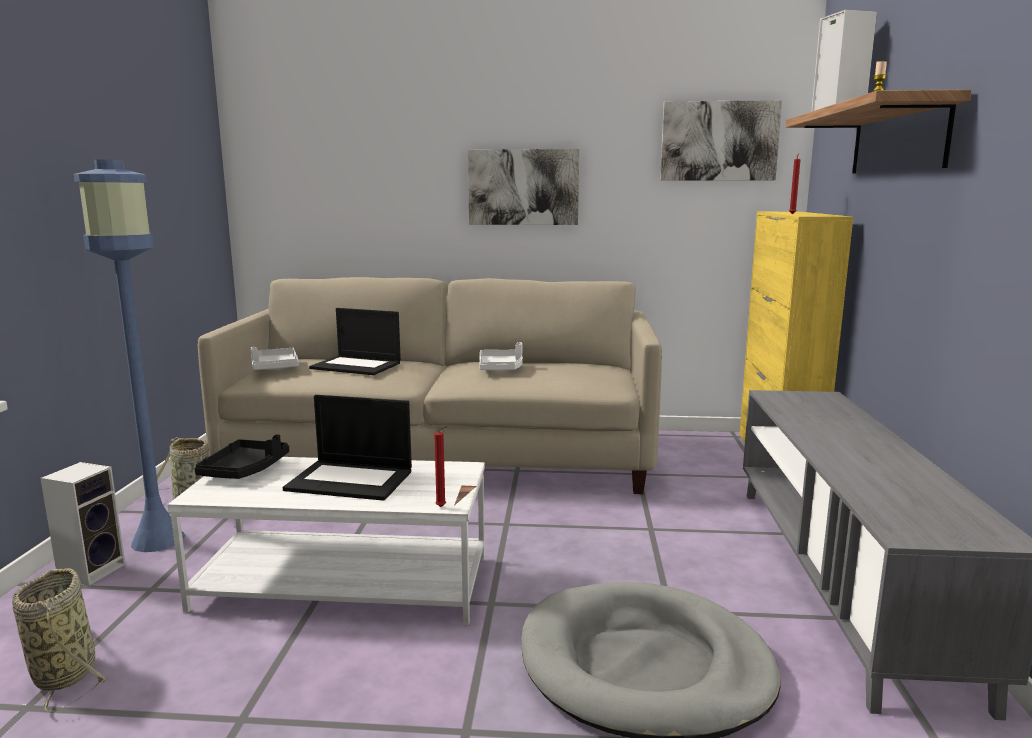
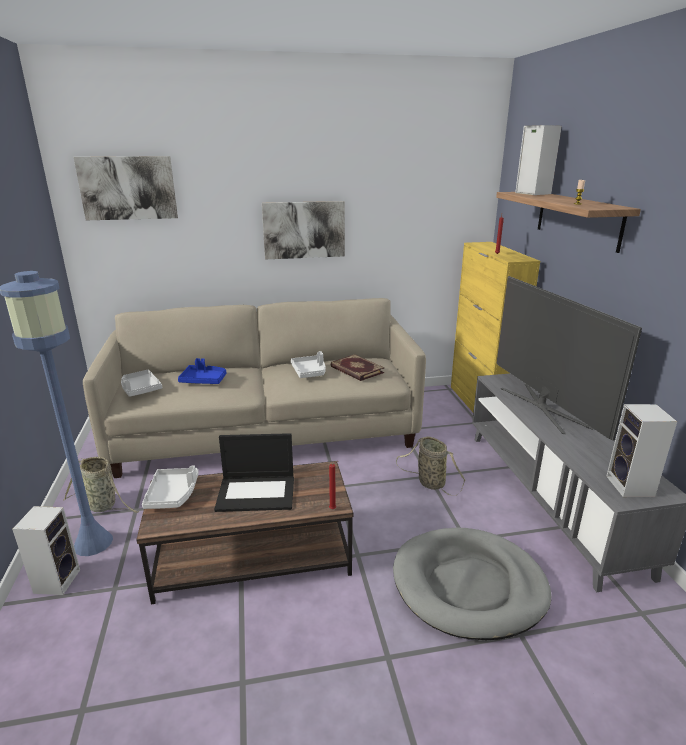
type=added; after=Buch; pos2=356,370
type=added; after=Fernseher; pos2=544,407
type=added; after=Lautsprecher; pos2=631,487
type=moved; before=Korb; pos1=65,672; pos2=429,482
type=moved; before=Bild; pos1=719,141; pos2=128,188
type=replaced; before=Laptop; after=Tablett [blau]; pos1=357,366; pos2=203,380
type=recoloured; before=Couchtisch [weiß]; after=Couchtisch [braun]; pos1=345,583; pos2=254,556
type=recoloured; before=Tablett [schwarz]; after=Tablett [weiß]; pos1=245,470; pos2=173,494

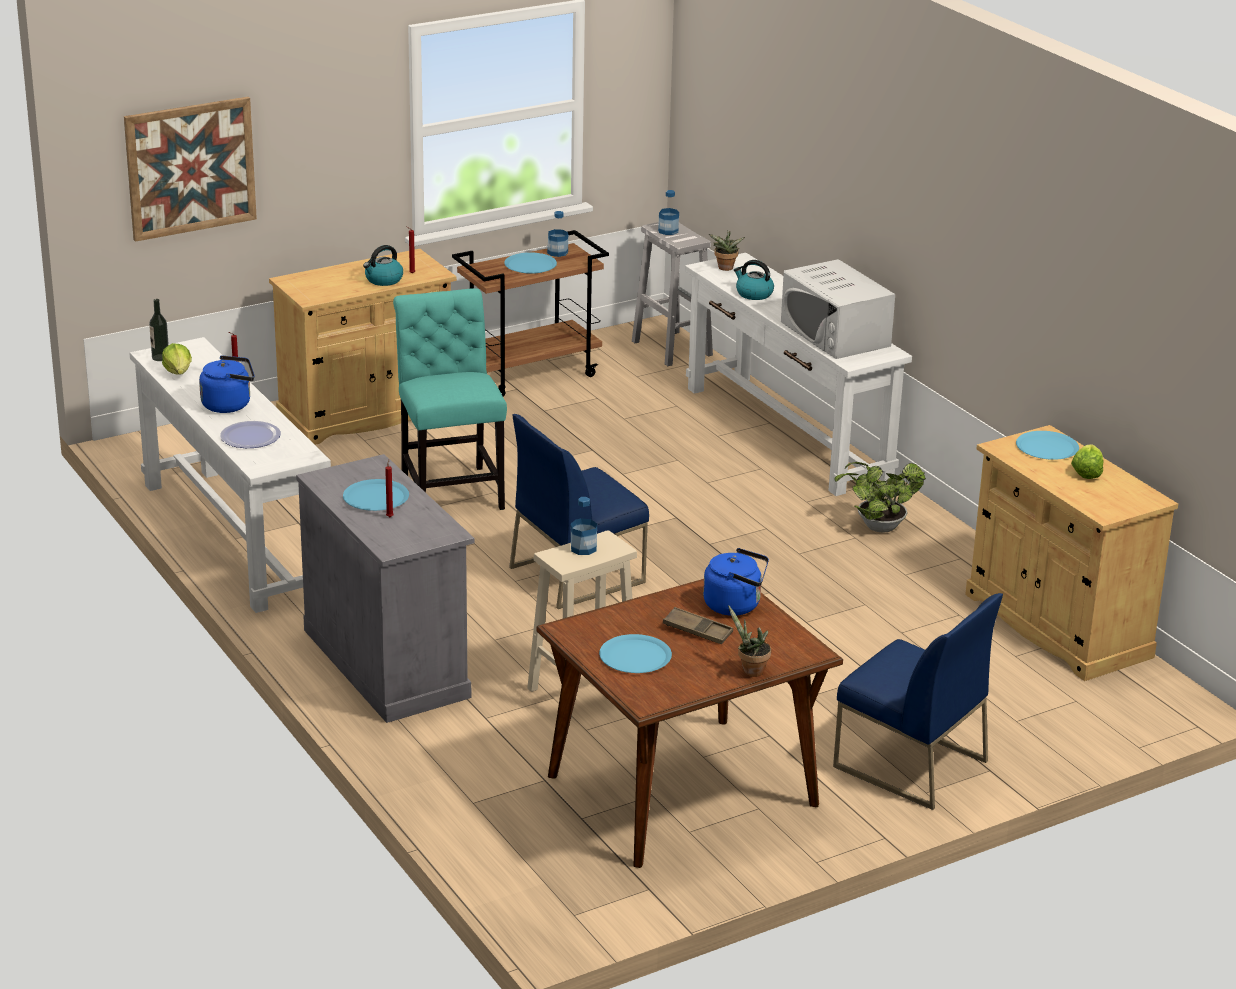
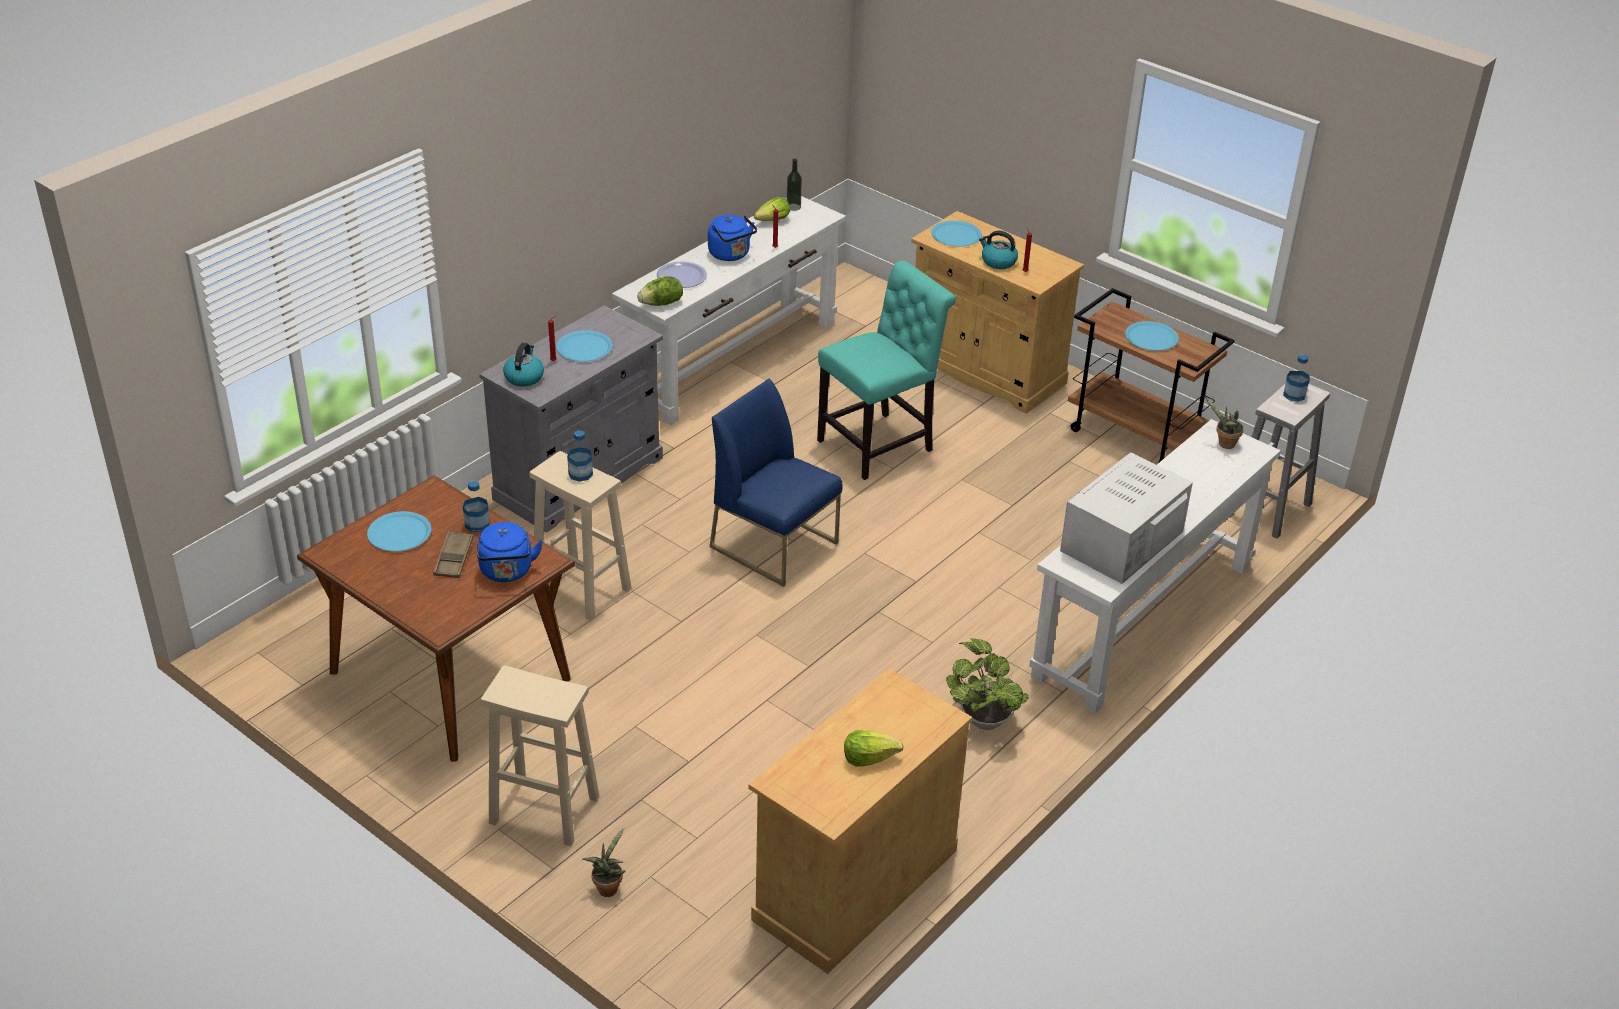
type=removed; before=Bild; pos1=190,168
type=added; after=Salatkopf; pos2=662,303
type=moved; before=Flasche; pos1=557,252; pos2=477,524
type=moved; before=Topfpflanze; pos1=750,670; pos2=608,887
type=moved; before=Wasserkessel; pos1=753,294; pos2=524,377
type=moved; before=Teller [blau]; pos1=1047,447; pos2=956,235
type=replaced; before=Stuhl [blau]; after=Hocker [beige]; pos1=908,764; pos2=542,810

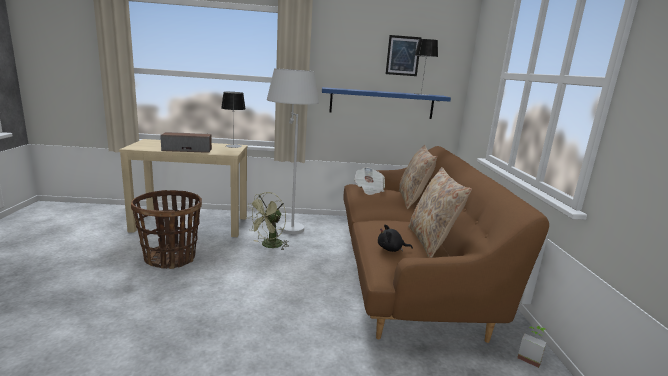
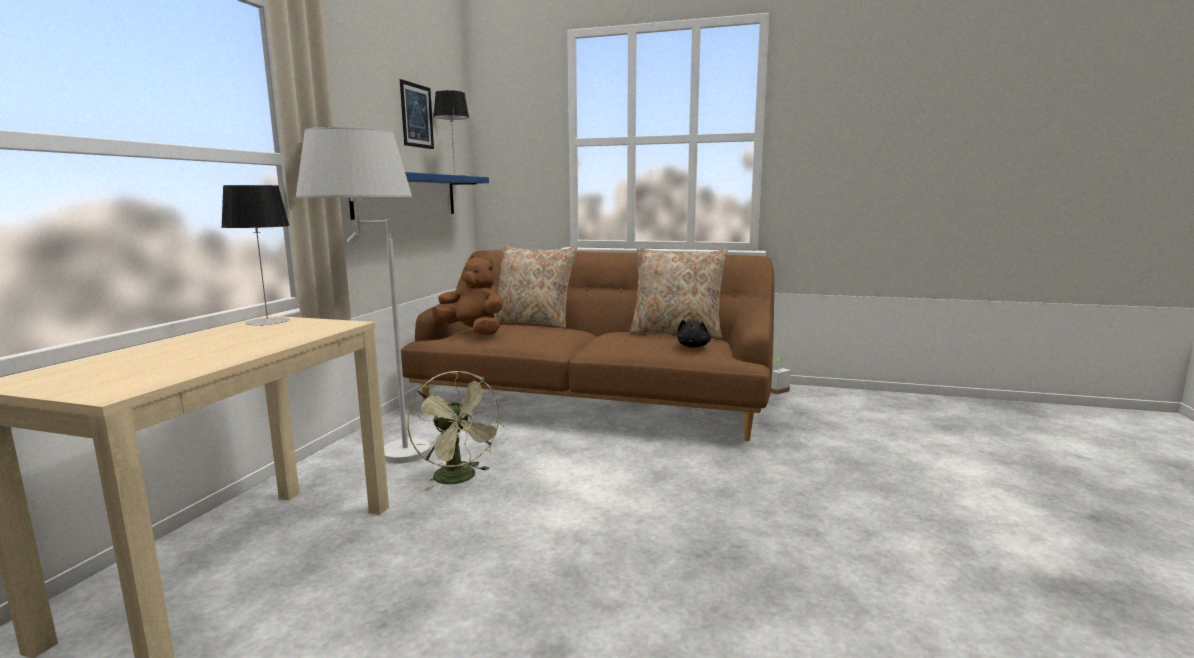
type=removed; before=Korb; pos1=170,258
type=removed; before=Lautsprecher; pos1=187,149
type=replaced; before=Zeitung; after=Plüschtier [braun]; pos1=369,189; pos2=473,332

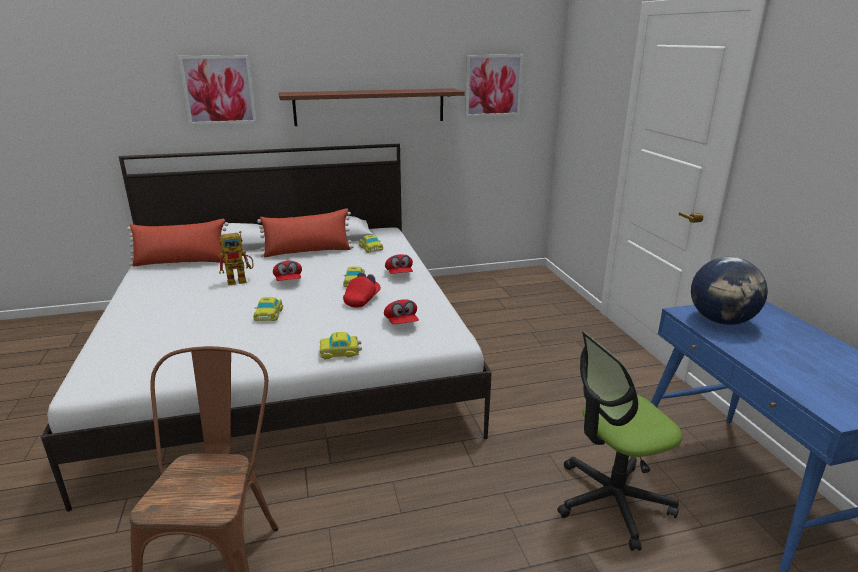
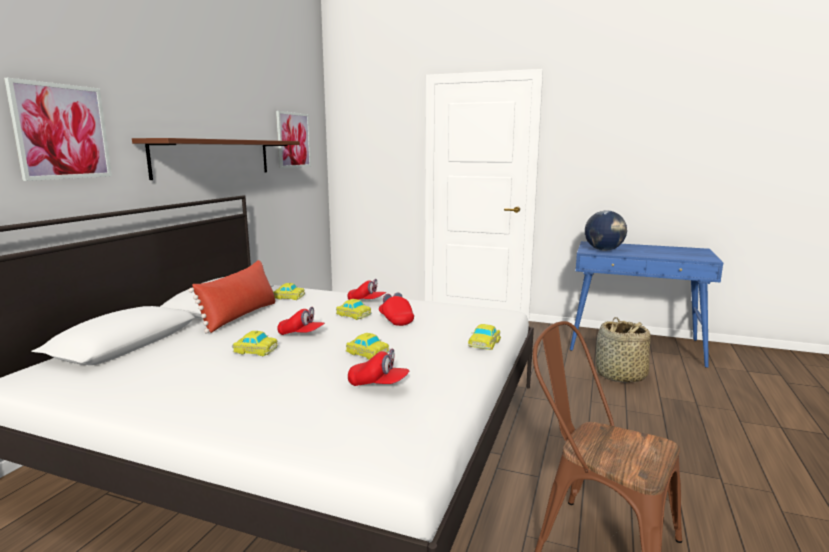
type=removed; before=Kissen [rot]; pos1=181,262
type=moved; before=Kappe [rot]; pos1=401,323; pos2=378,384
type=replaced; before=Spielzeugroboter; after=Spielzeugauto; pos1=241,280; pos2=255,350
type=replaced; before=Bürostuhl; after=Korb; pos1=611,501; pos2=620,375

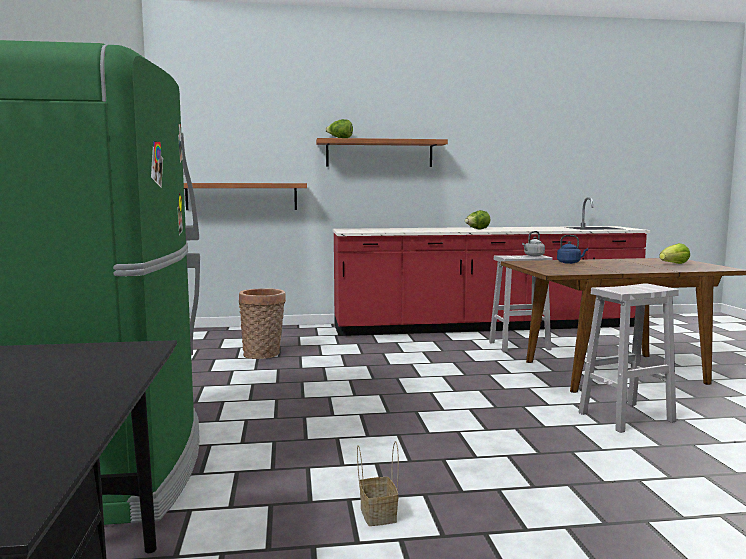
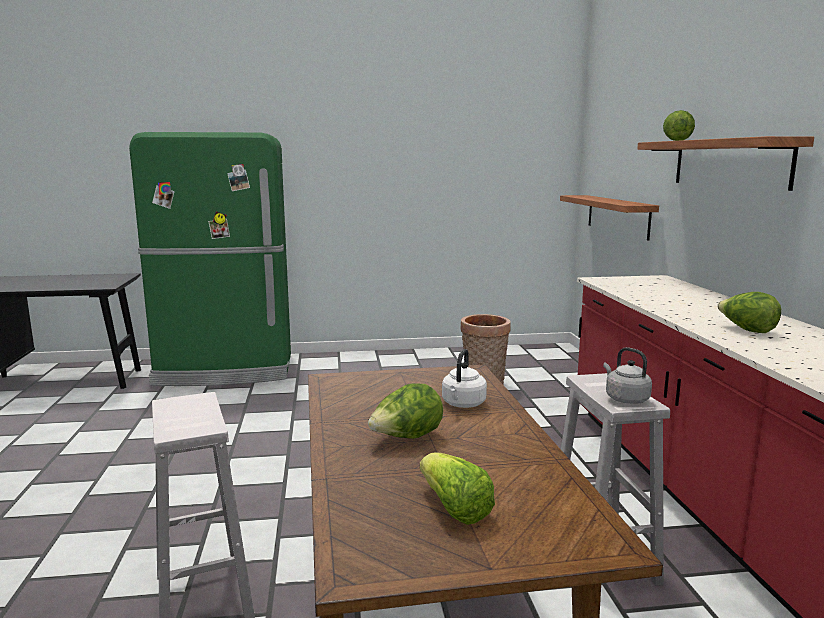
type=removed; before=Korb; pos1=377,514
type=added; after=Salatkopf; pos2=406,438
type=recoloured; before=Wasserkessel [blau]; after=Wasserkessel [weiß]; pos1=570,263; pos2=463,404

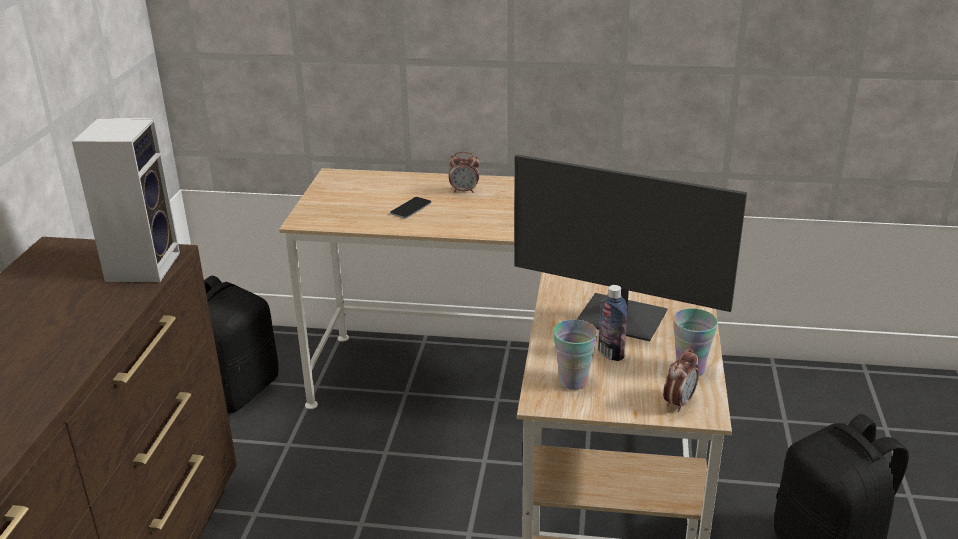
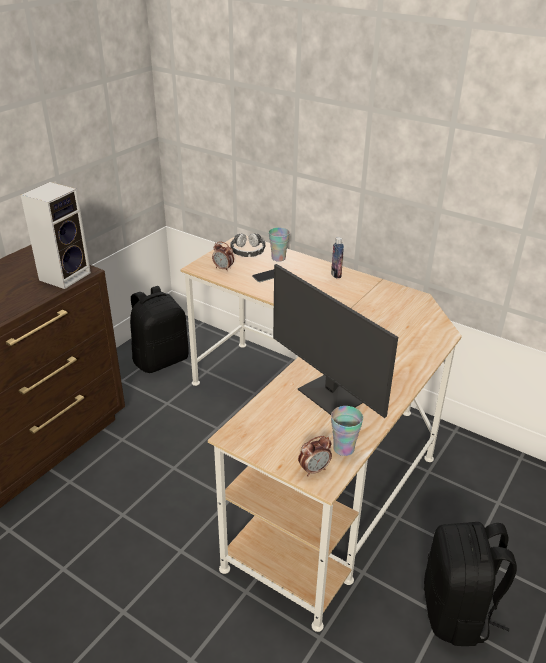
type=added; after=Kopfhörer; pos2=248,251
type=moved; before=Wecker; pos1=464,191; pos2=223,268
type=moved; before=Tasse; pos1=573,381; pos2=278,258
type=moved; before=Flasche; pos1=611,354; pos2=336,274

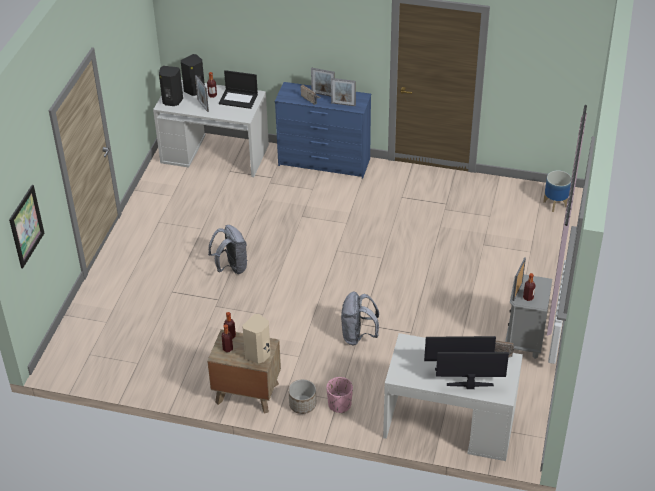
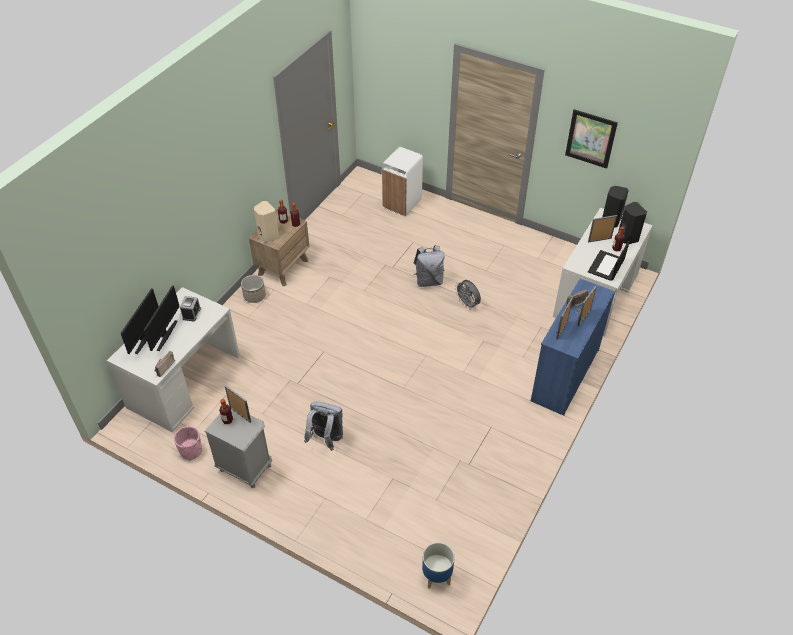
type=added; after=Wecker; pos2=191,313
type=added; after=Mülleimer [weiß]; pos2=402,204
type=added; after=Ventilator [grau]; pos2=468,304
type=moved; before=Bild; pos1=26,226; pos2=590,138
type=moved; before=Pflanzkübel [rosa]; pos1=339,404; pos2=191,451
type=moved; before=Rucksack [grau]; pos1=358,336; pos2=326,439

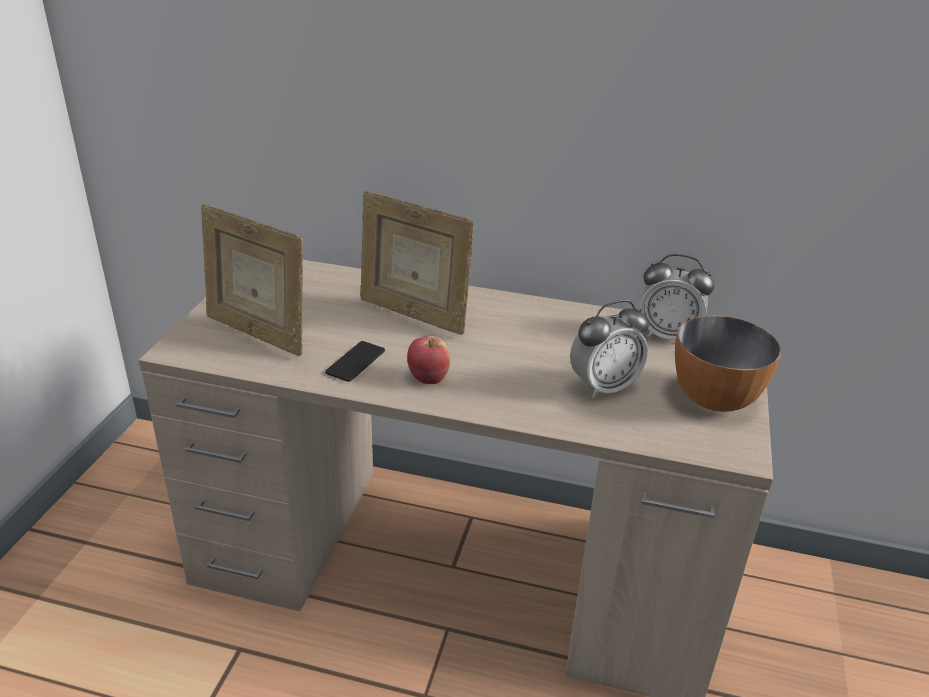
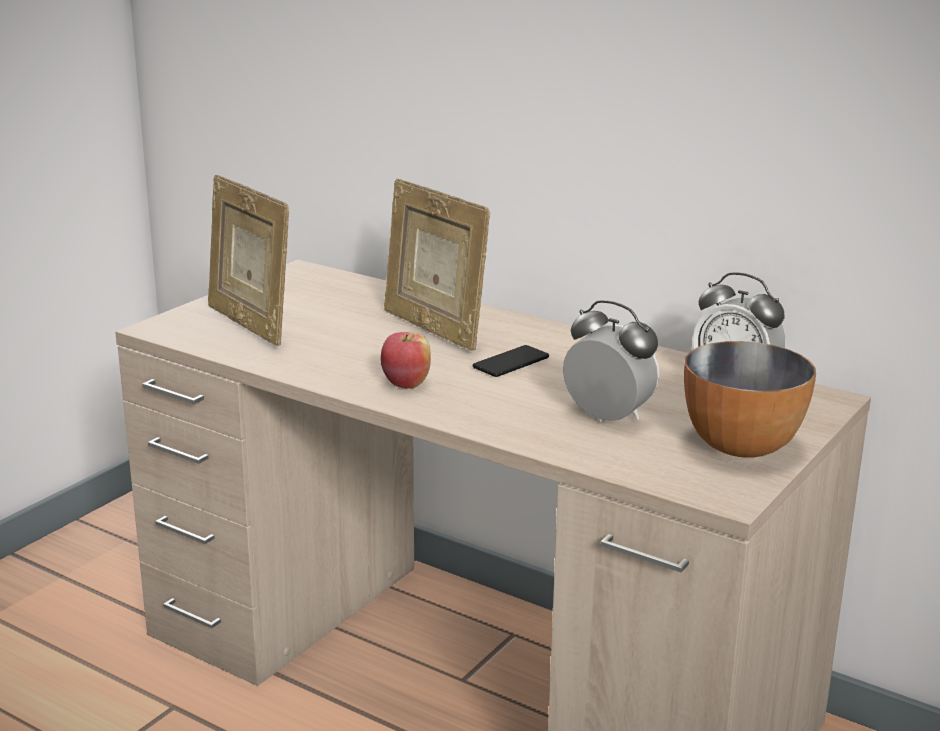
type=moved; before=Handy; pos1=355,362; pos2=511,362
type=turned; before=Wecker; pos1=603,387; pos2=608,417; turn=-135

